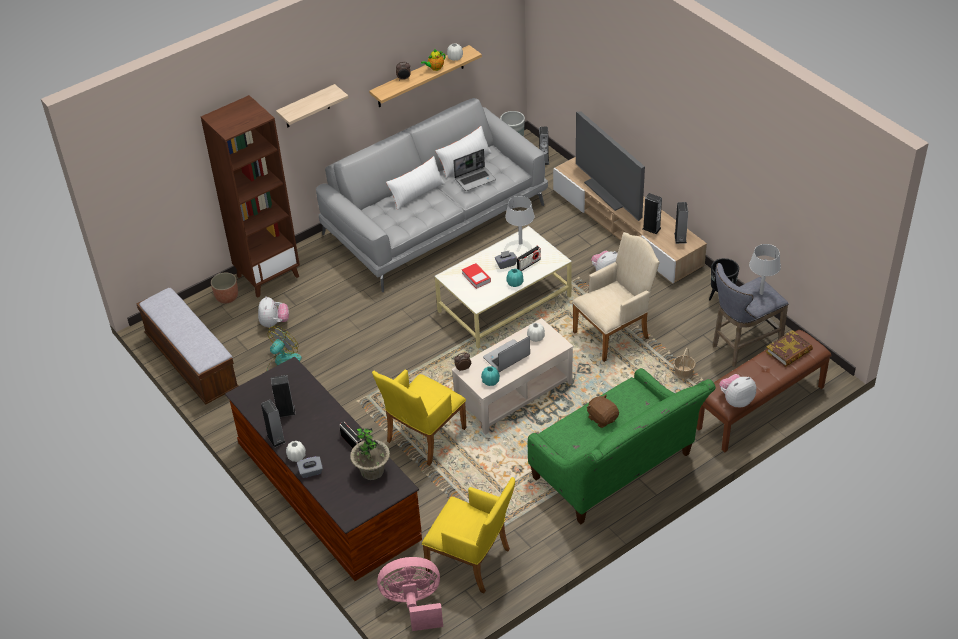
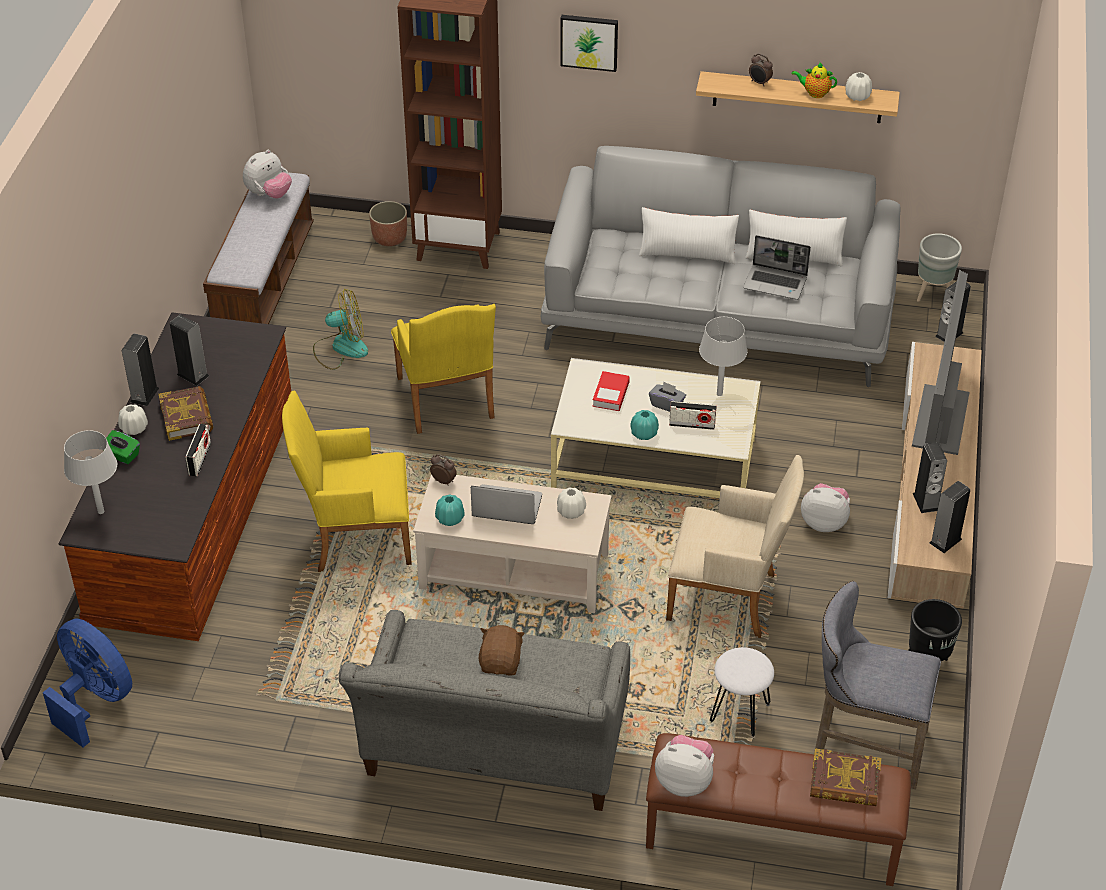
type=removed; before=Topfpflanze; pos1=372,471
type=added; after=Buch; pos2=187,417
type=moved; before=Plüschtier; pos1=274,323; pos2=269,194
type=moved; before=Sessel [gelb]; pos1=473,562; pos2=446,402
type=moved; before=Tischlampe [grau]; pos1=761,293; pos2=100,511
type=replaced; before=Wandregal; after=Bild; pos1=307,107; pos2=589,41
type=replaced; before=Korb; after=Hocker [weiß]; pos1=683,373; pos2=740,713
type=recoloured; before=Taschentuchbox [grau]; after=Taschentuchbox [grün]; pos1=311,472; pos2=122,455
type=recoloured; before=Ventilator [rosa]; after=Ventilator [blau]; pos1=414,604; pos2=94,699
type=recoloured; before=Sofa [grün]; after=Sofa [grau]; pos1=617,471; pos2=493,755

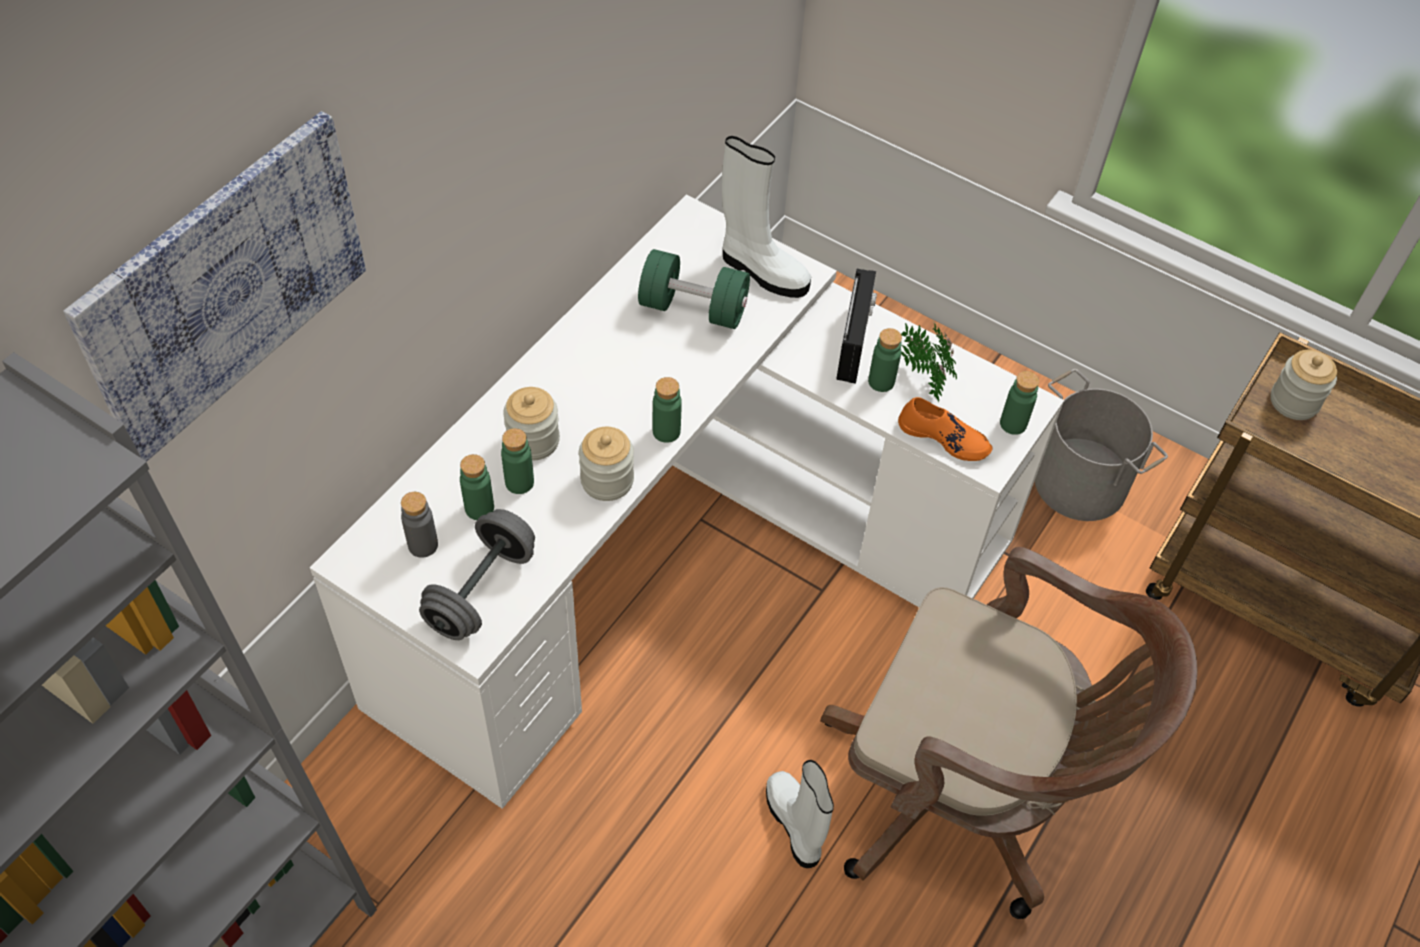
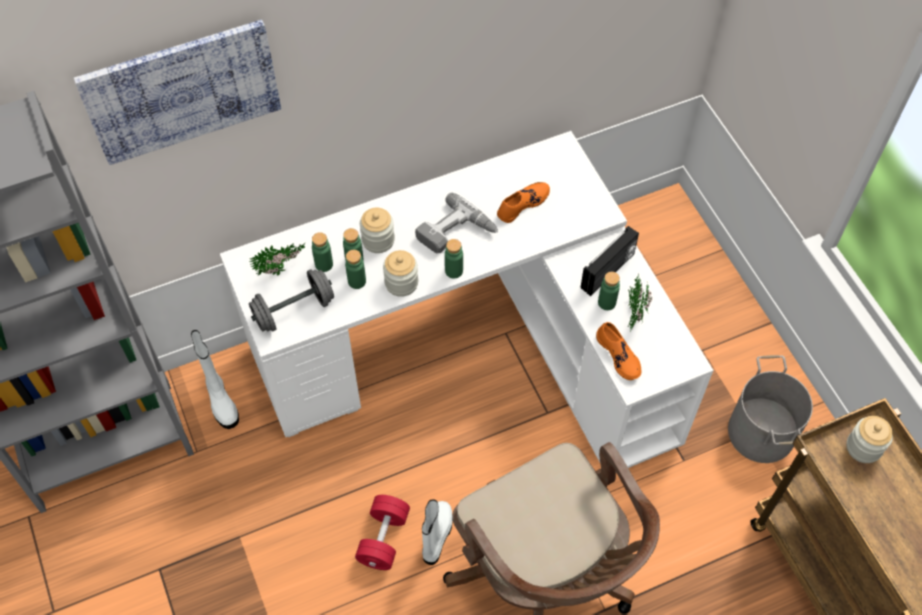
type=added; after=Hantel [rot]; pos2=383,538
type=added; after=Bohrmaschine; pos2=456,233
type=moved; before=Stiefel [weiß]; pos1=762,271; pos2=221,401
type=moved; before=Flasche [grün]; pos1=1013,424; pos2=357,281
type=replaced; before=Flasche [grau]; after=Topfpflanze; pos1=423,545; pos2=282,270
type=replaced; before=Hantel [grün]; after=Schuh [orange]; pos1=693,308; pos2=522,204

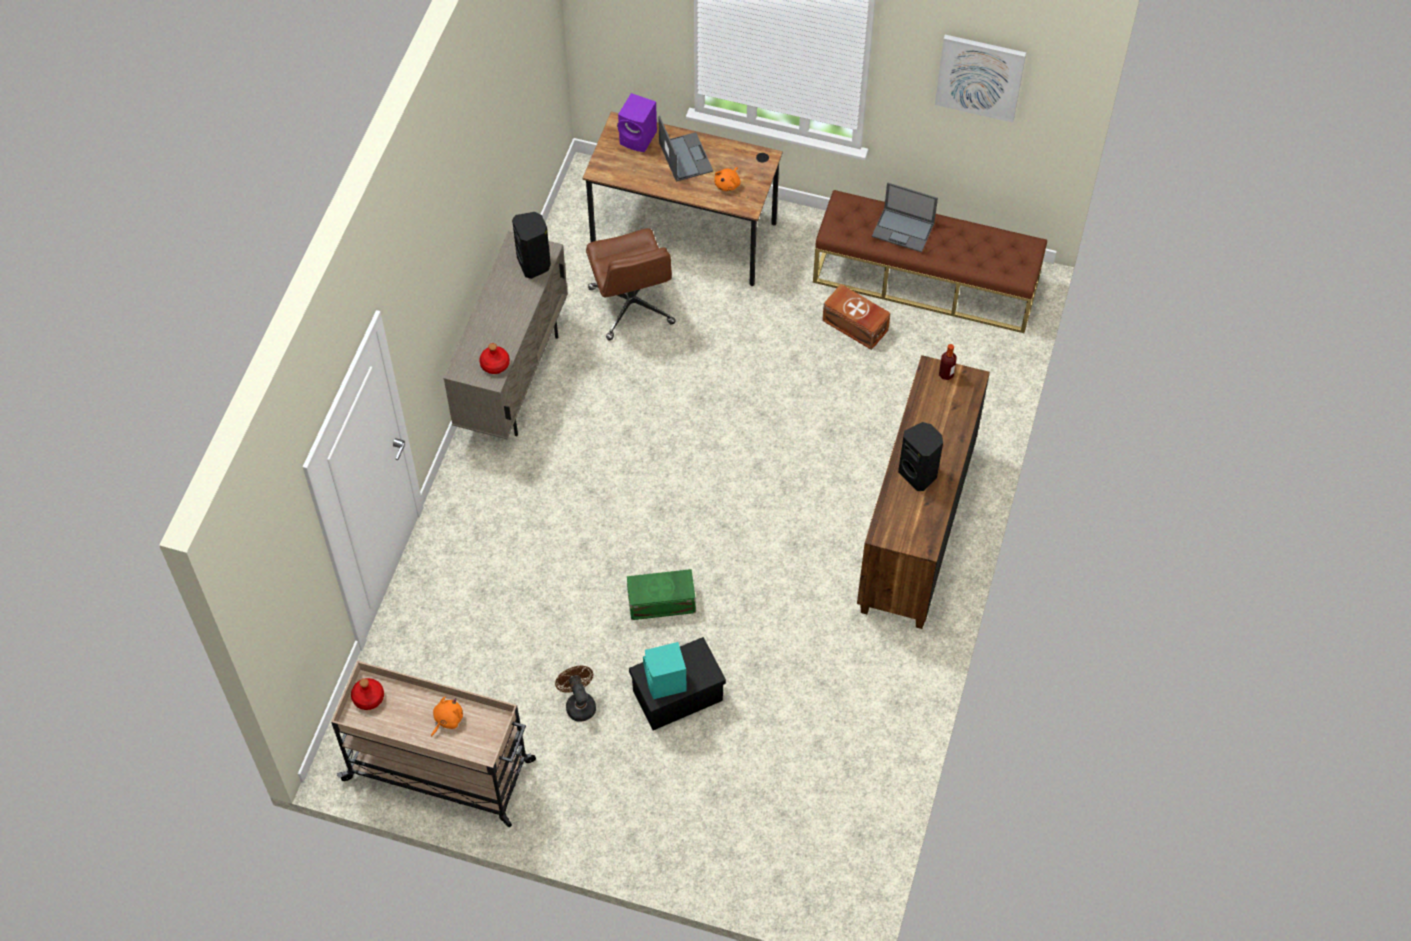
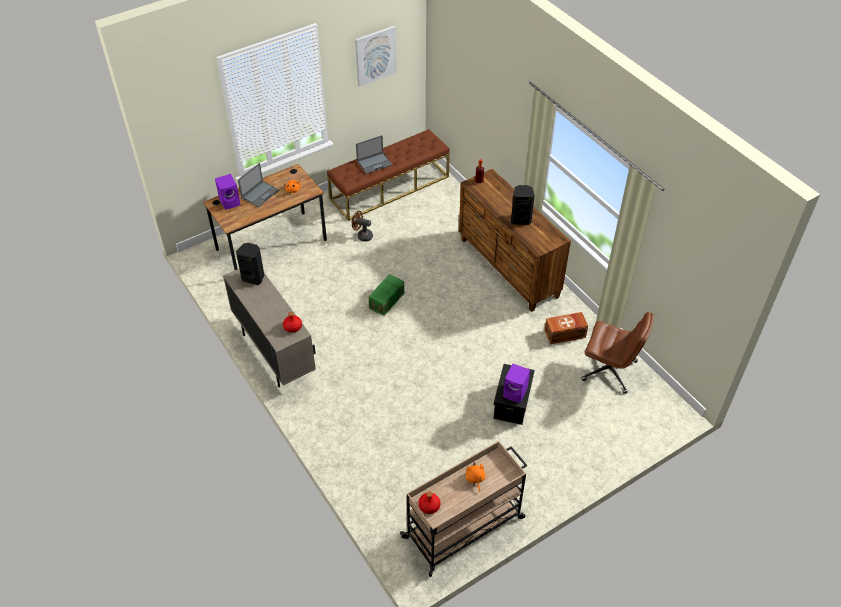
type=moved; before=Ventilator [braun]; pos1=579,703; pos2=362,236
type=moved; before=Bürostuhl [braun]; pos1=632,306; pos2=610,370
type=moved; before=Aufbewahrungsbox [grün]; pos1=662,603; pos2=387,300
type=moved; before=Aufbewahrungsbox [braun]; pos1=855,326; pos2=565,334
type=recoloured; before=Lautsprecher [türkis]; after=Lautsprecher [lila]; pos1=665,683; pos2=516,393
type=turned; before=Laptop; pos1=685,157; pos2=260,194; turn=105

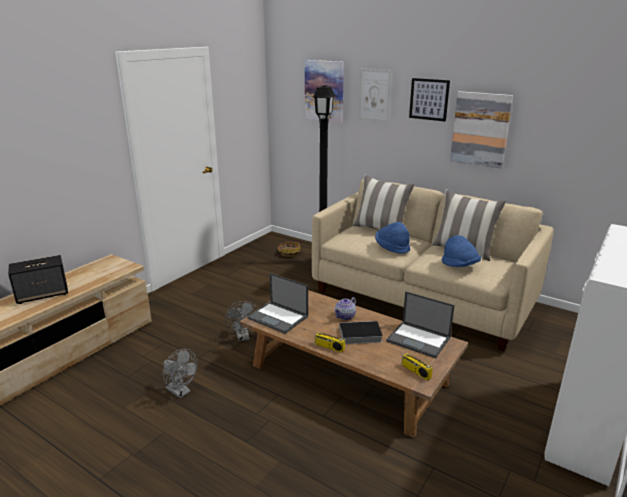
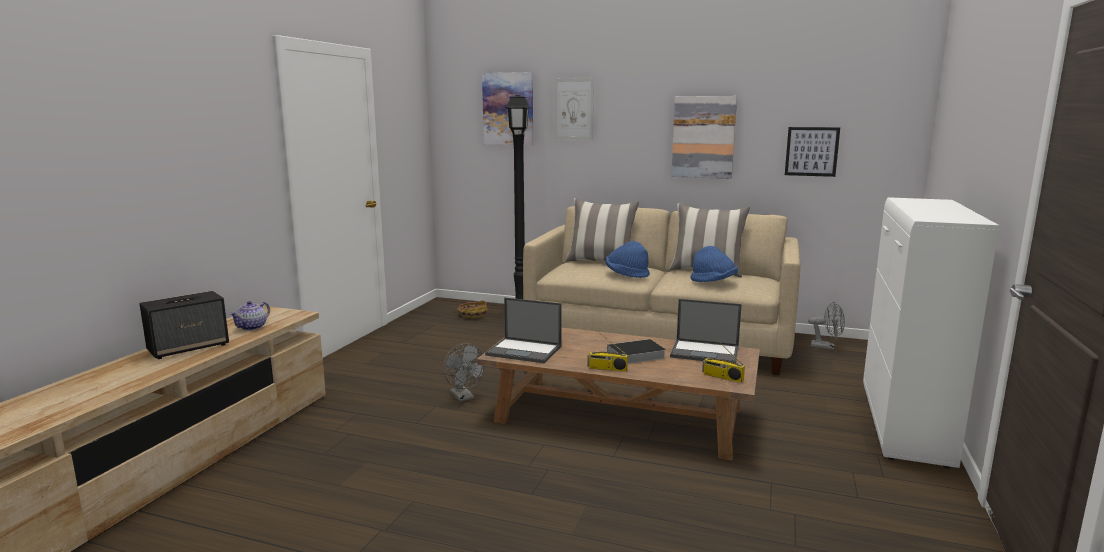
type=moved; before=Ventilator [grau]; pos1=181,392; pos2=826,347
type=moved; before=Teekanne; pos1=345,316; pos2=252,327
type=moved; before=Bild; pos1=429,99; pos2=811,151

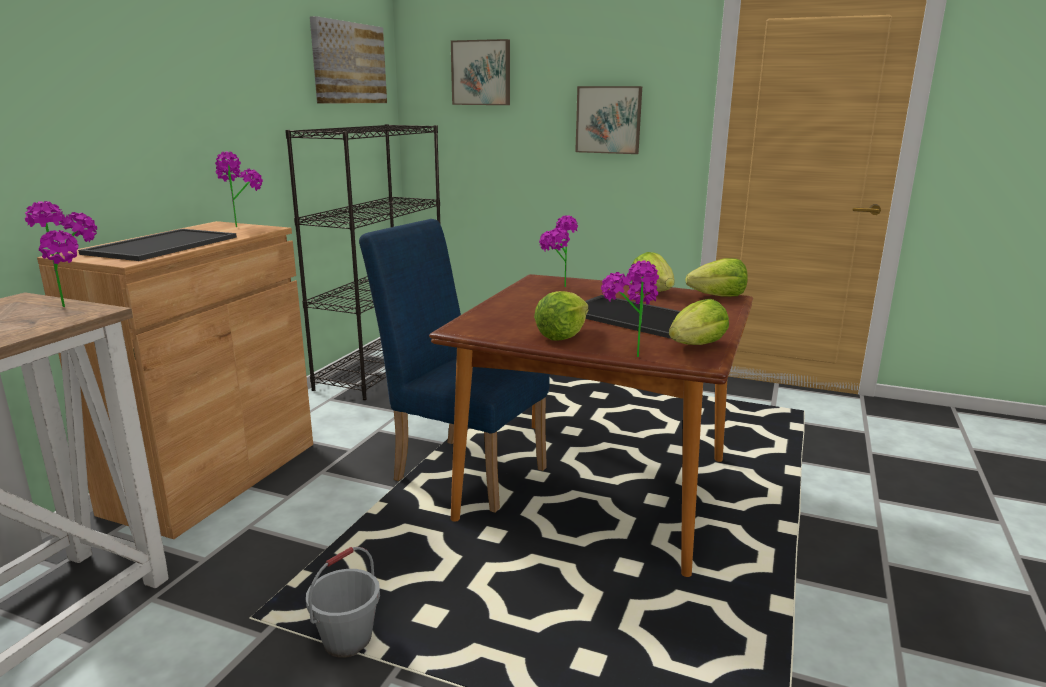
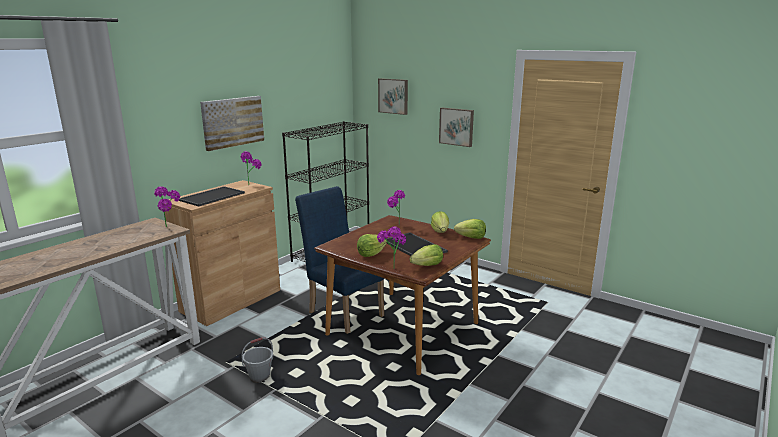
type=moved; before=Bild; pos1=348,63; pos2=232,122

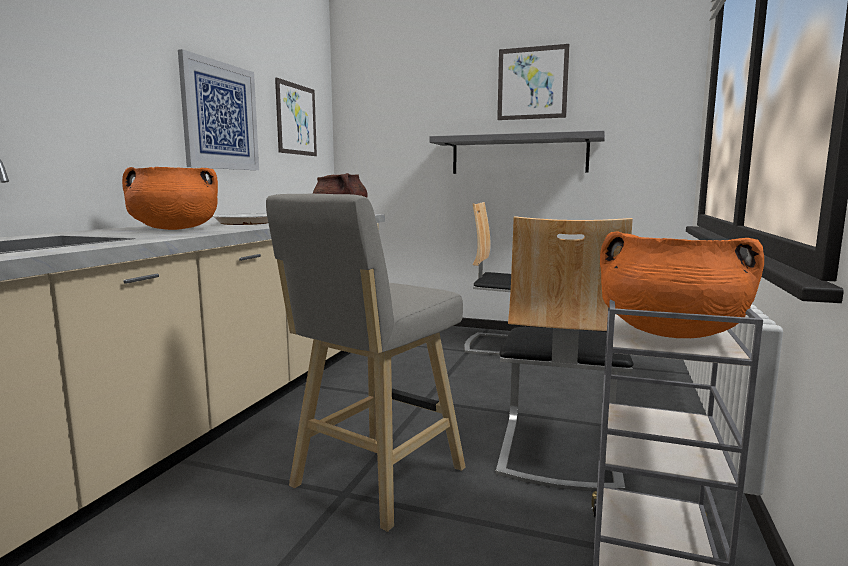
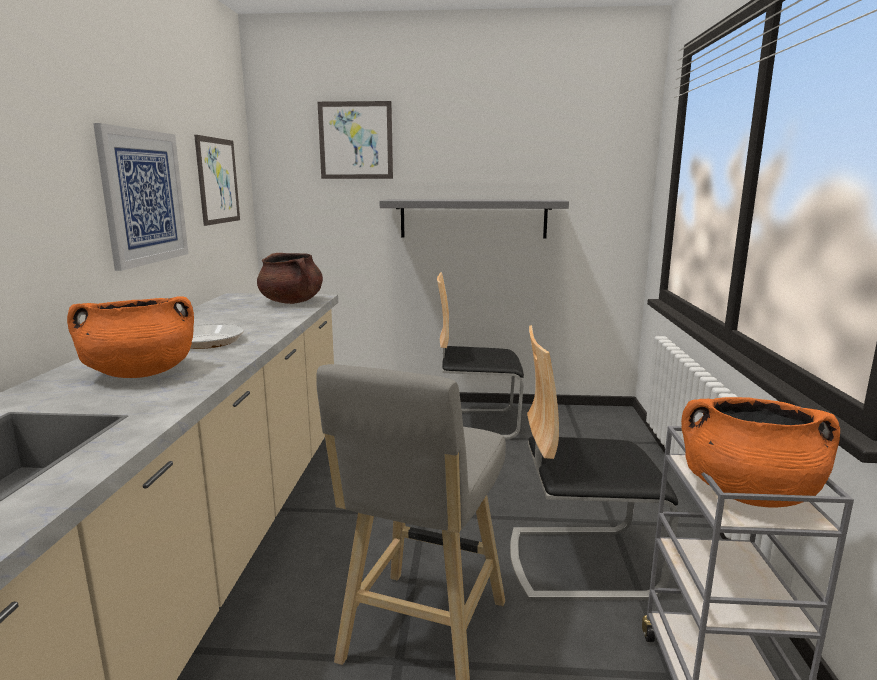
type=moved; before=Bild; pos1=532,83; pos2=355,140
type=turned; before=Stuhl; pos1=558,450; pos2=581,561; turn=90

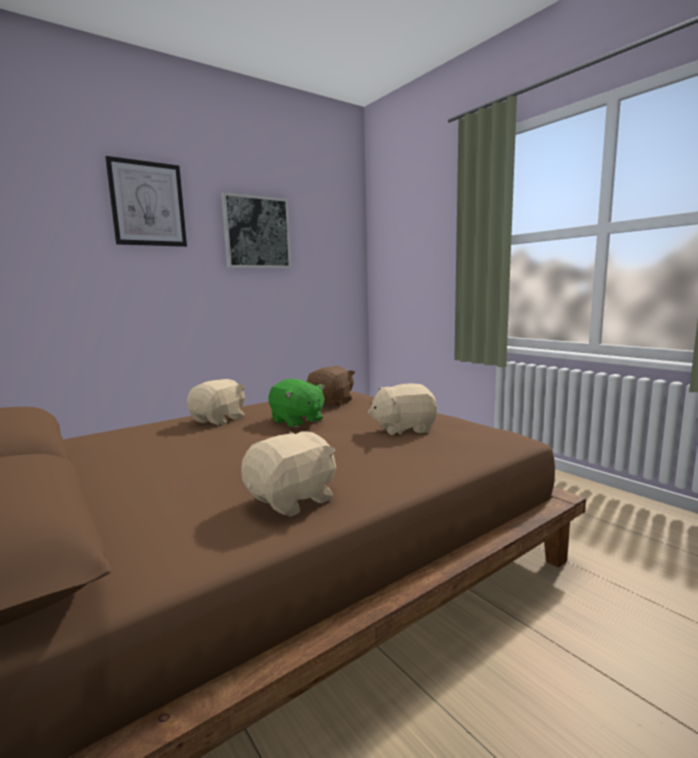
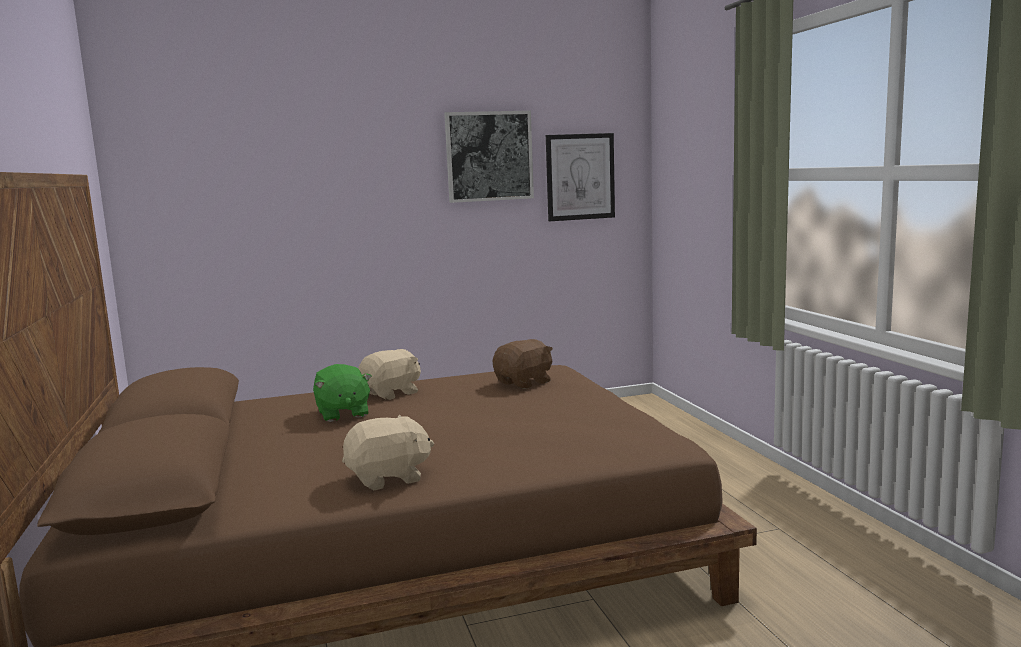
type=removed; before=Plüschtier [beige]; pos1=403,429
type=moved; before=Bild; pos1=148,204; pos2=580,177
type=moved; before=Plüschtier [grün]; pos1=297,421; pos2=342,413

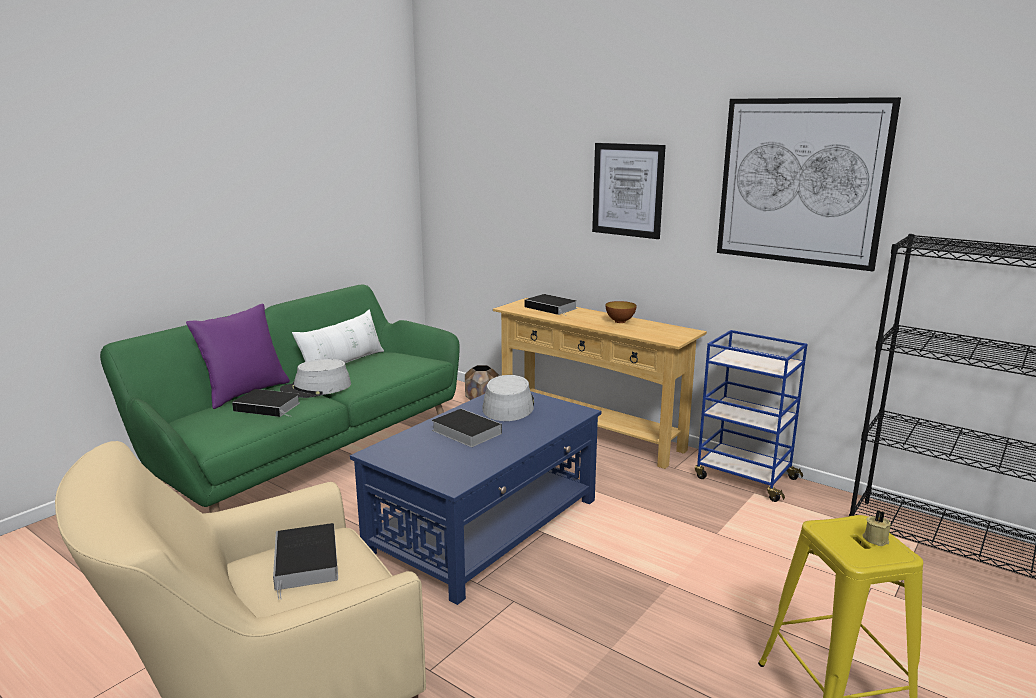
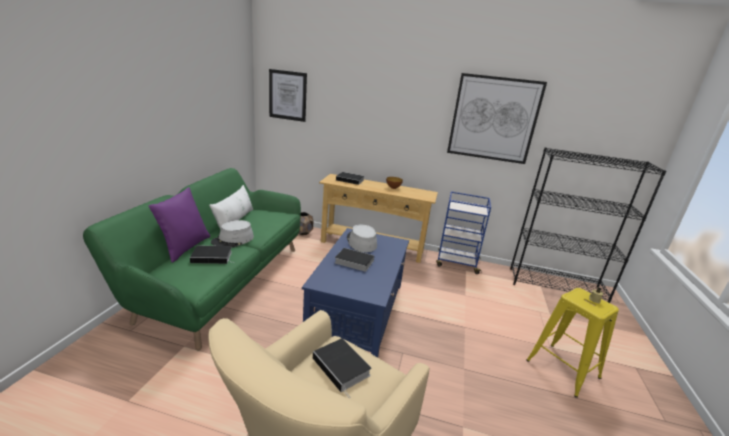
type=moved; before=Bild; pos1=628,190; pos2=288,95

